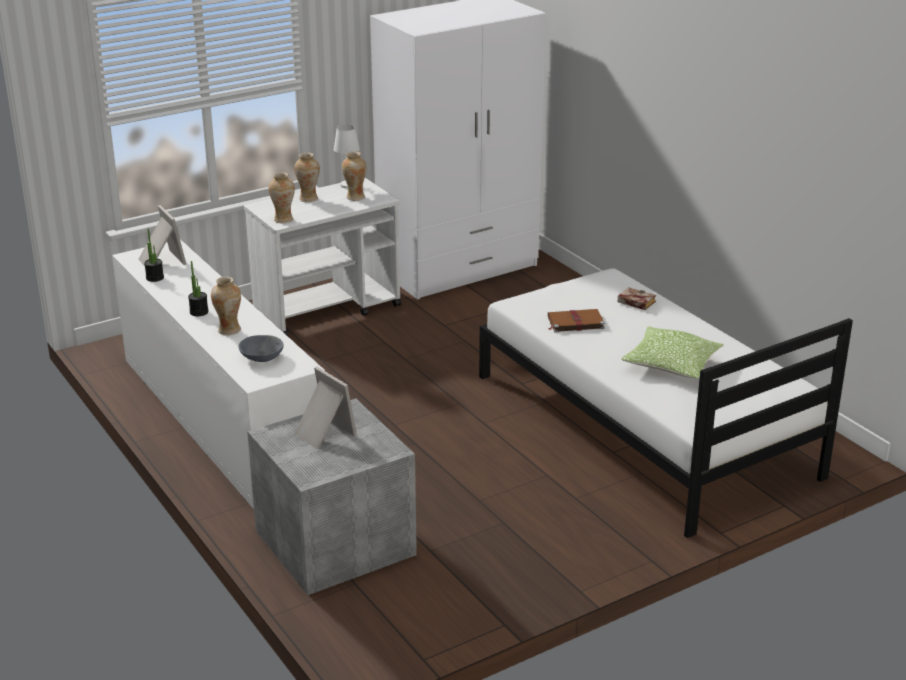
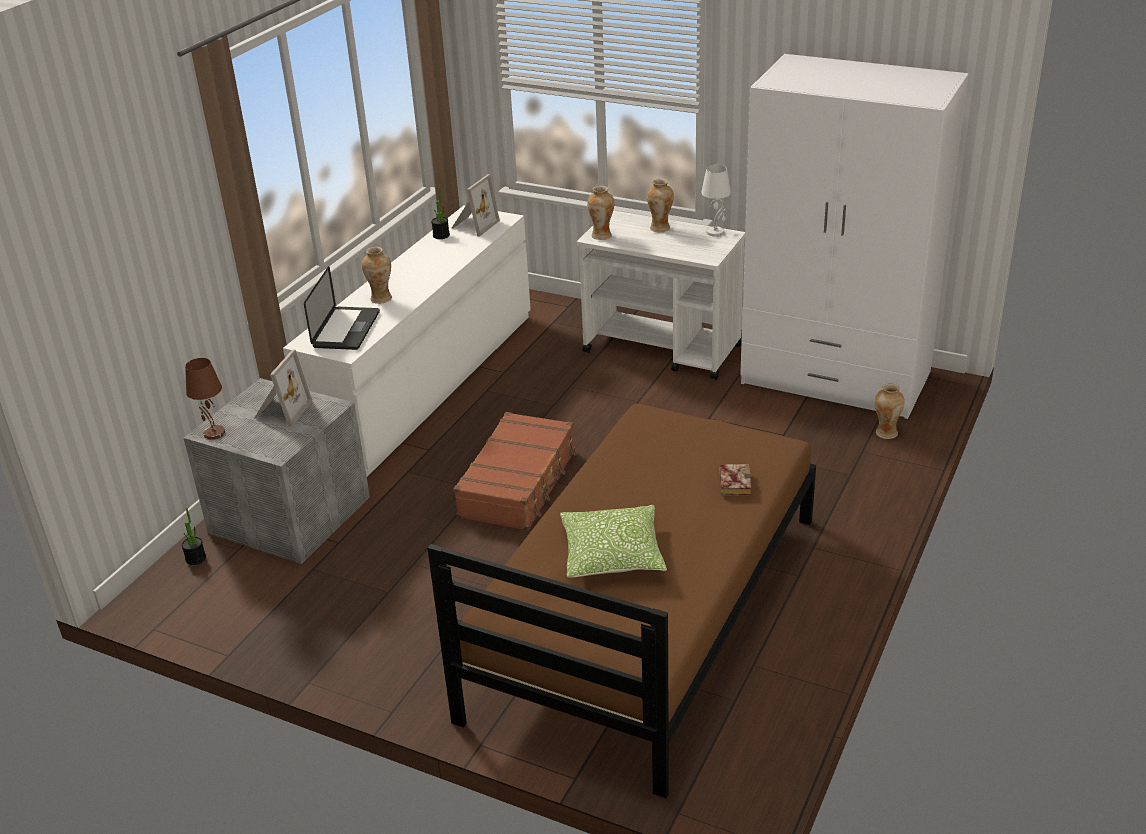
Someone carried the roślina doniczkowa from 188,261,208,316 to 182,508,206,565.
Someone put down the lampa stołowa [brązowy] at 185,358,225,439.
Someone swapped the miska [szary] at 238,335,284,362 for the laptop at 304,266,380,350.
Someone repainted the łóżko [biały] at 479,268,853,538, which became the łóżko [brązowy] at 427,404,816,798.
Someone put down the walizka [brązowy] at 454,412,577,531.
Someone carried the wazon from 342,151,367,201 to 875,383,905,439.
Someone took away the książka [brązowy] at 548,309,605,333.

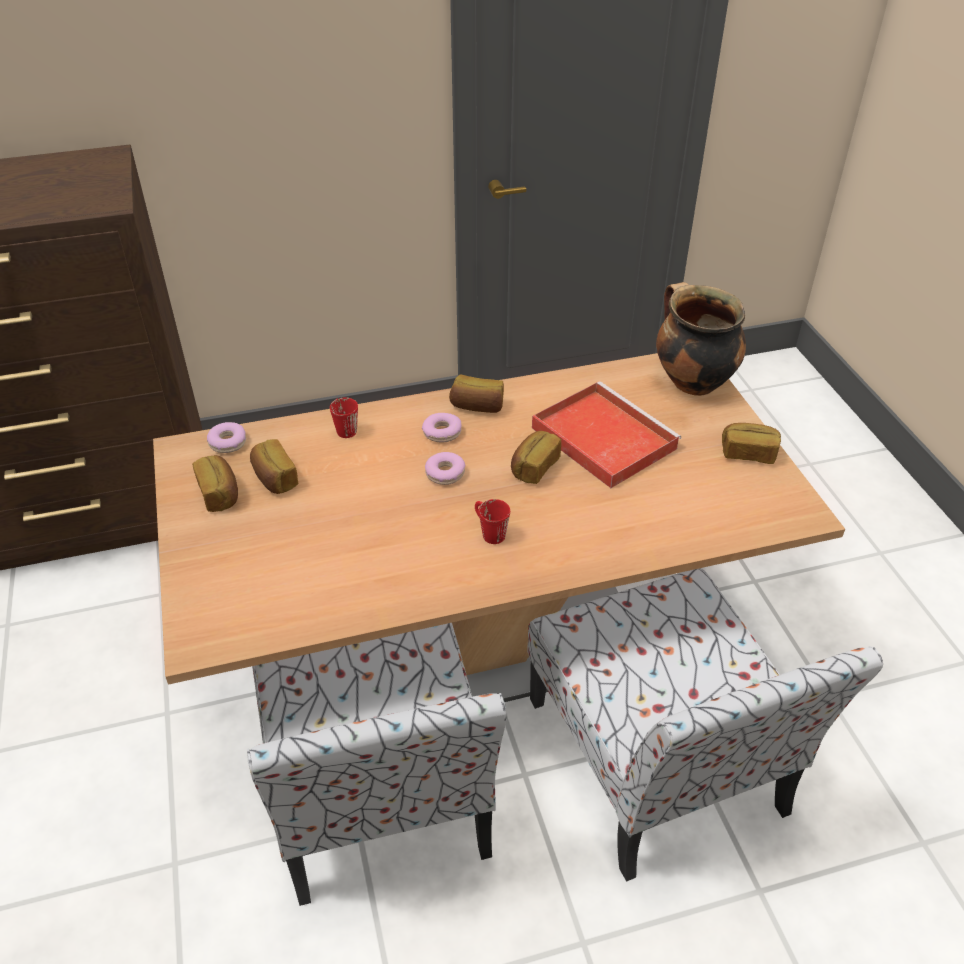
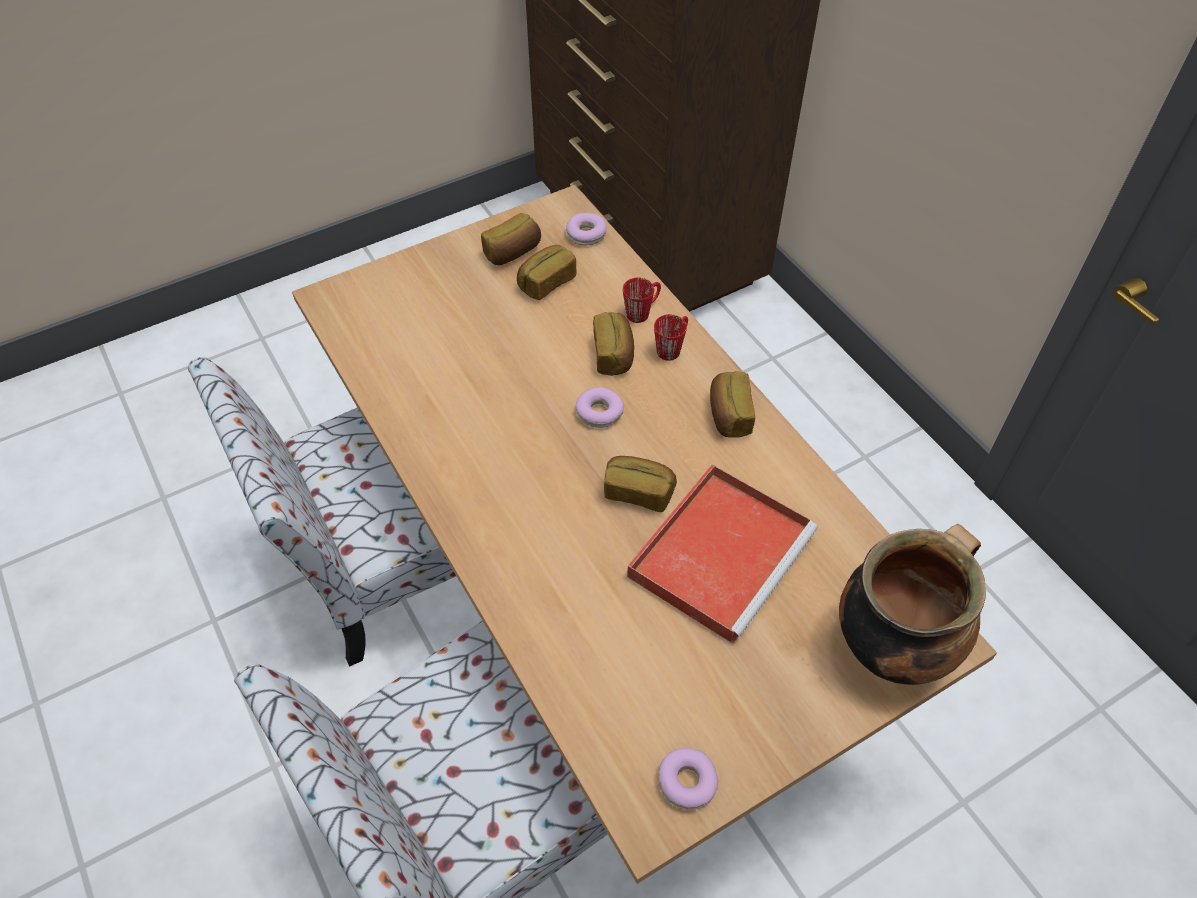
Someone carried the chleb from 722,423,781,464 to 593,312,634,376.
Someone carried the kubek [czerwony] from 475,499,510,544 to 654,314,688,361.
Someone carried the donut from 422,413,462,443 to 659,748,718,810.

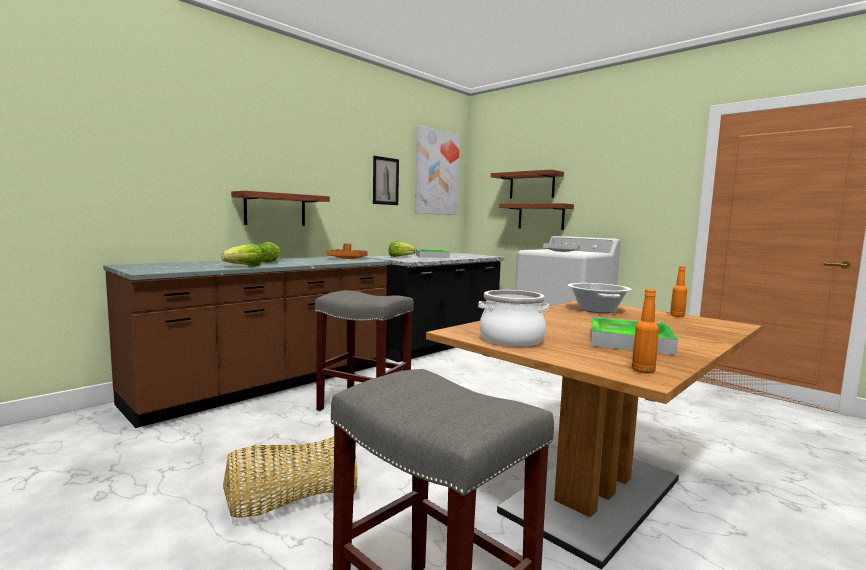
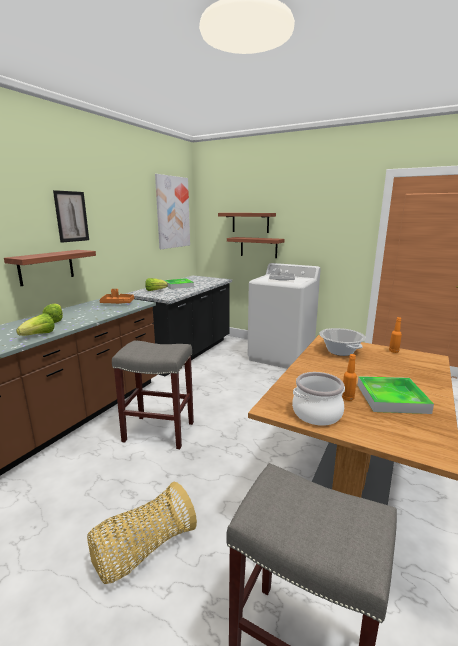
Someone carried the obraz from 373,156,399,205 to 53,190,89,243.
Someone carried the butelka [pomarańczowy] from 632,289,659,373 to 342,354,357,401.

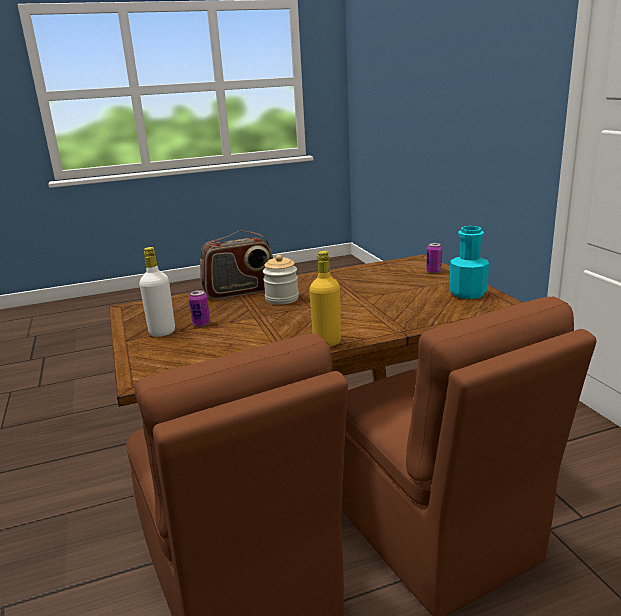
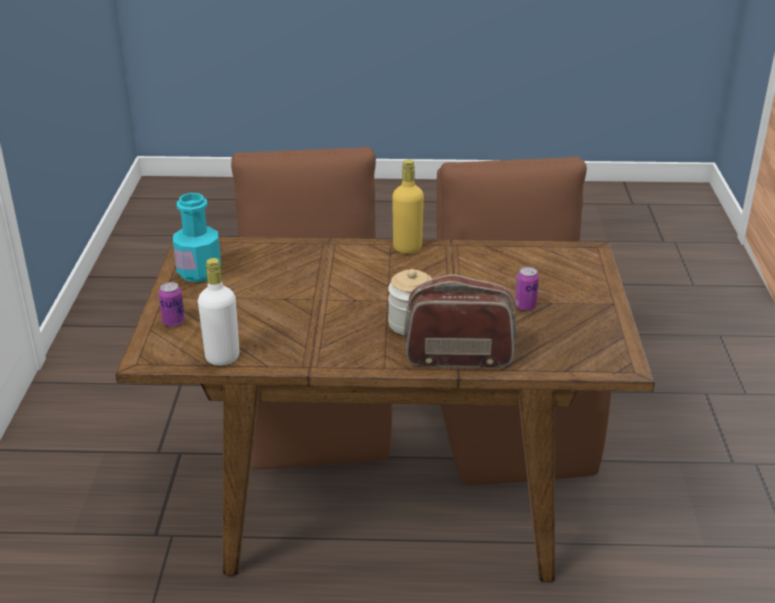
Someone carried the butelka [biały] from 139,247,175,337 to 198,258,240,366.

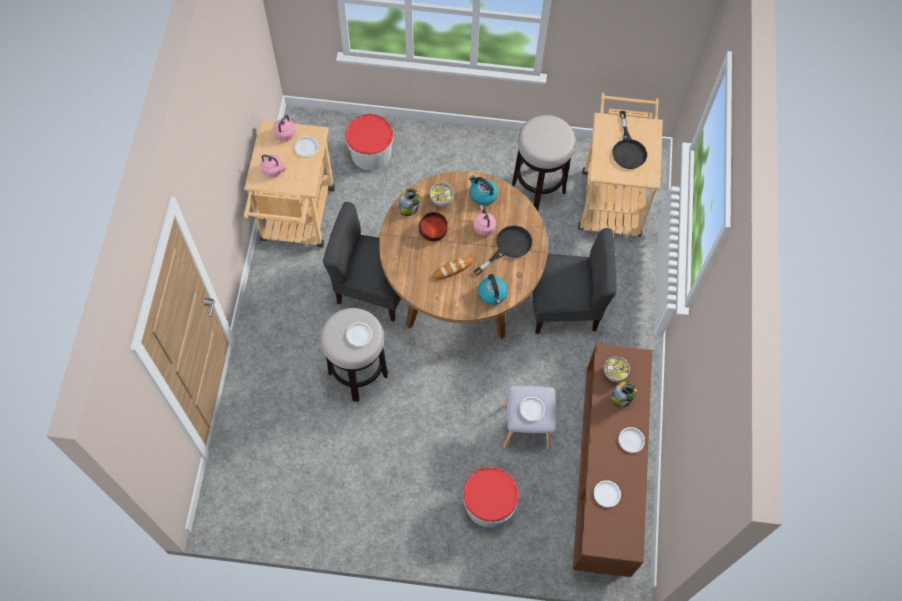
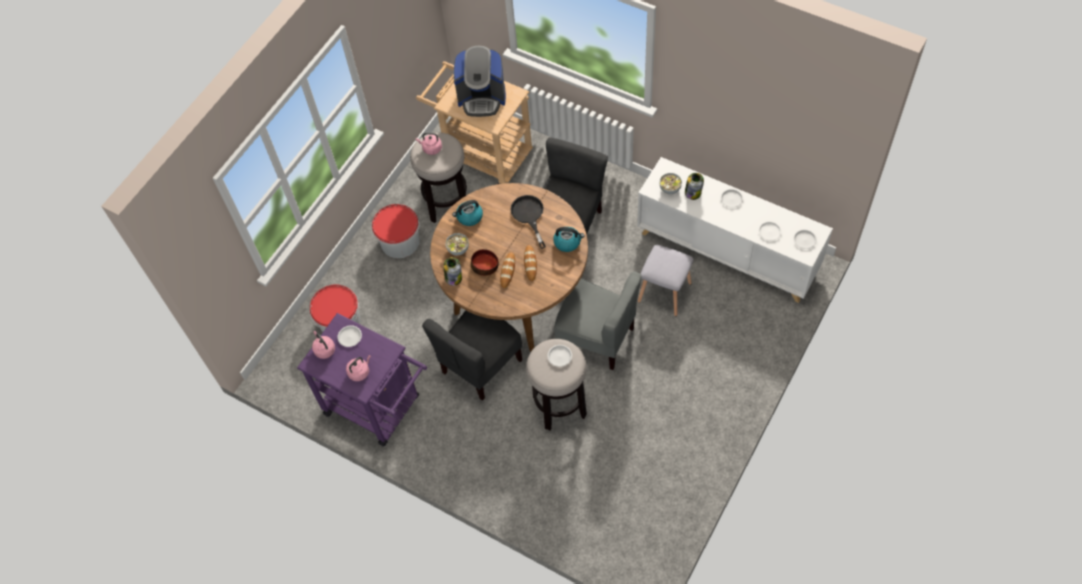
Someone repainted the wózek [beżowy] at 244,120,335,248, which became the wózek [fioletowy] at 297,313,427,446.
Someone carried the wiadro from 463,467,519,527 to 372,204,420,258.
Someone carried the czajnik [różowy] from 473,205,496,236 to 416,133,442,155.
Someone swapped the patelnia [czarny] at 612,111,647,169 for the ekspres do kawy at 454,46,506,117.
Someone put down the chleb at 500,252,515,288.
Someone put down the krzesło [szary] at 554,272,642,370.
Someone repainted the szafka [brązowy] at 573,344,652,577, which became the szafka [biały] at 637,157,833,303.
Someone carried the talerz [biały] from 519,397,545,421 to 793,229,817,249.

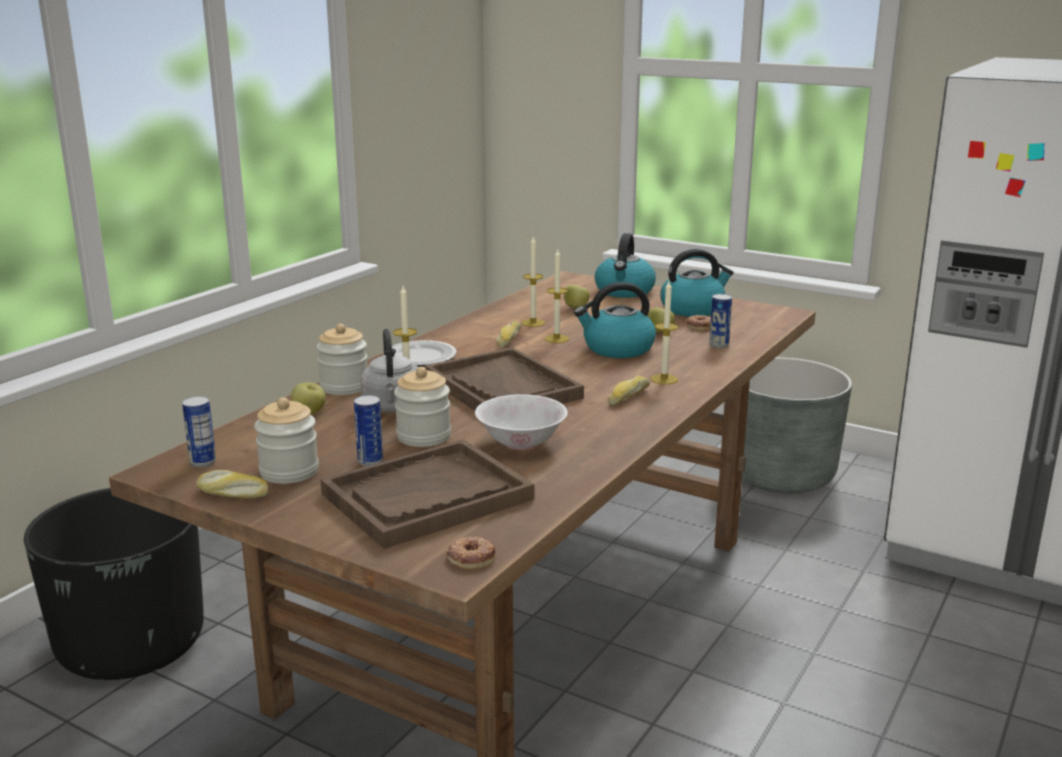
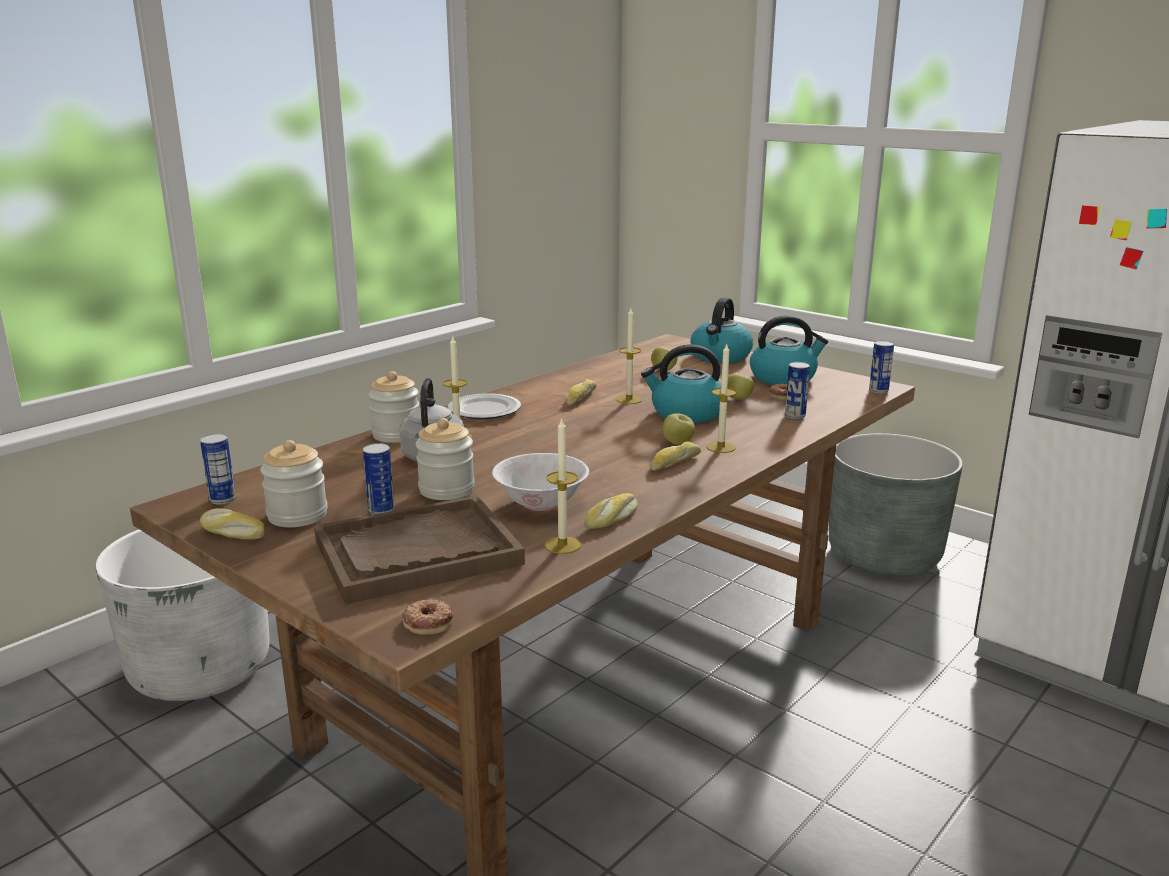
Someone repainted the donica [czarny] at 24,488,204,680, which became the donica [biały] at 96,529,270,701.
Someone carried the świeca from 521,237,545,327 to 545,417,581,554.
Someone put down the chleb at 584,493,638,529.
Someone carried the jabłko from 291,382,326,415 to 662,413,695,445.
Someone put down the puszka at 869,341,894,394.
Someone took away the taca [brązowy] at 425,347,584,411.

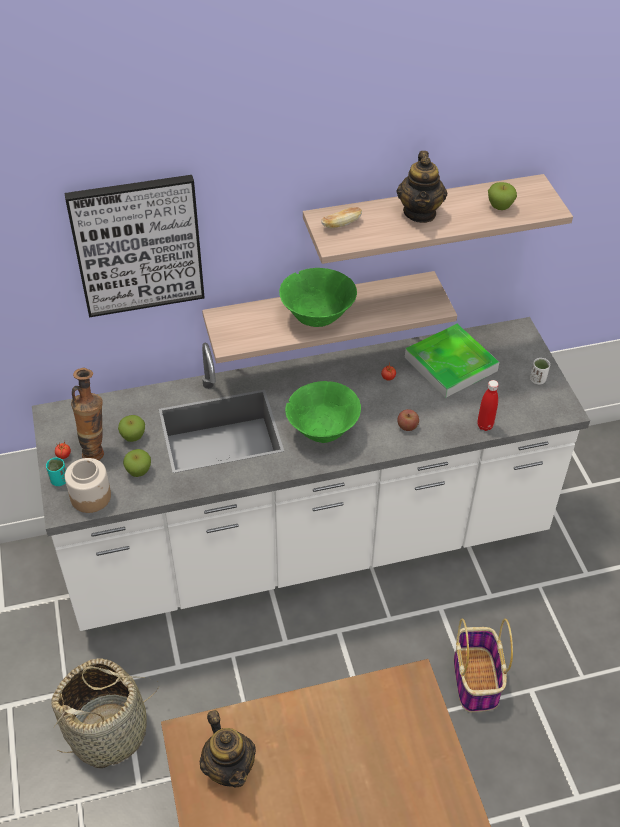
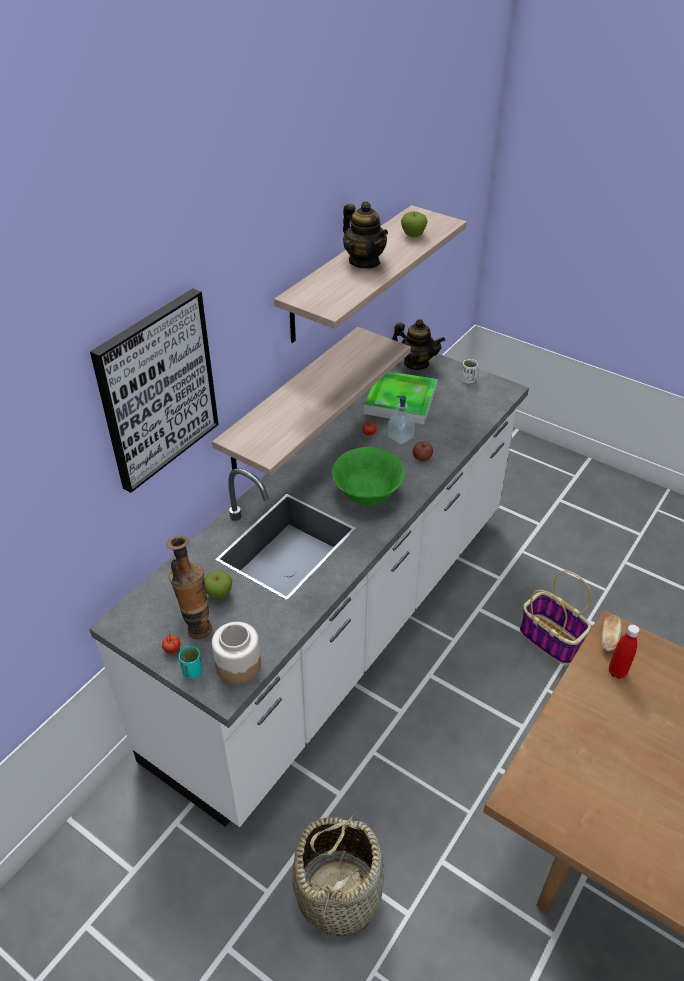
Someone put down the dozownik mydła at 388,396,415,444.
Someone carried the imbryk from 200,710,256,787 to 392,319,445,370.
Someone carried the chleb from 321,207,362,228 to 601,615,621,651.
Someone carried the butelka [czerwony] from 477,380,499,431 to 609,624,640,679.
Someone took away the jabłko at 123,449,151,477.
Someone took away the miska [zielony] at 279,268,357,327.

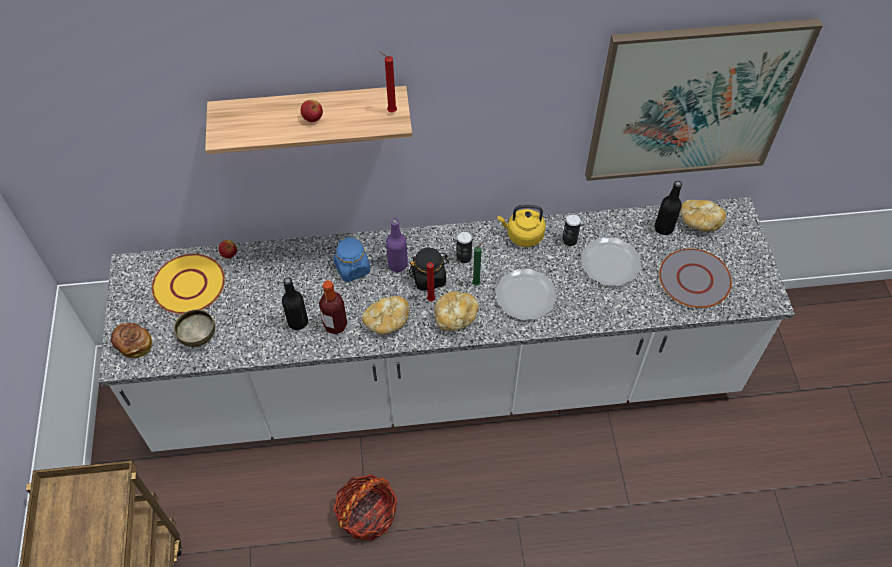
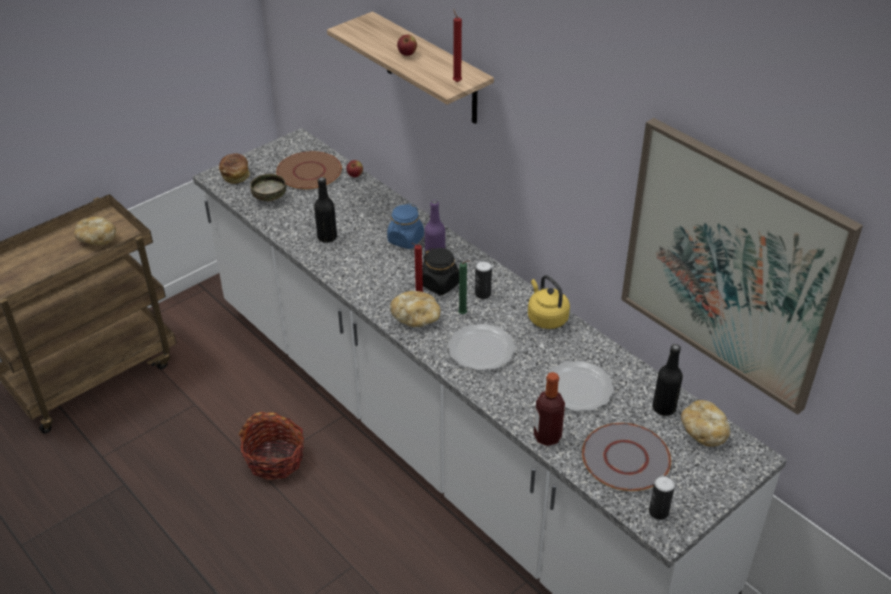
Someone carried the chleb from 362,296,410,335 to 74,217,116,245.
Someone repainted the talerz [żółty] at 152,254,225,314, which became the talerz [brązowy] at 276,151,342,190.
Someone carried the butelka from 319,280,347,335 to 534,372,565,446.
Someone carried the puszka from 562,214,581,246 to 649,475,675,520.

